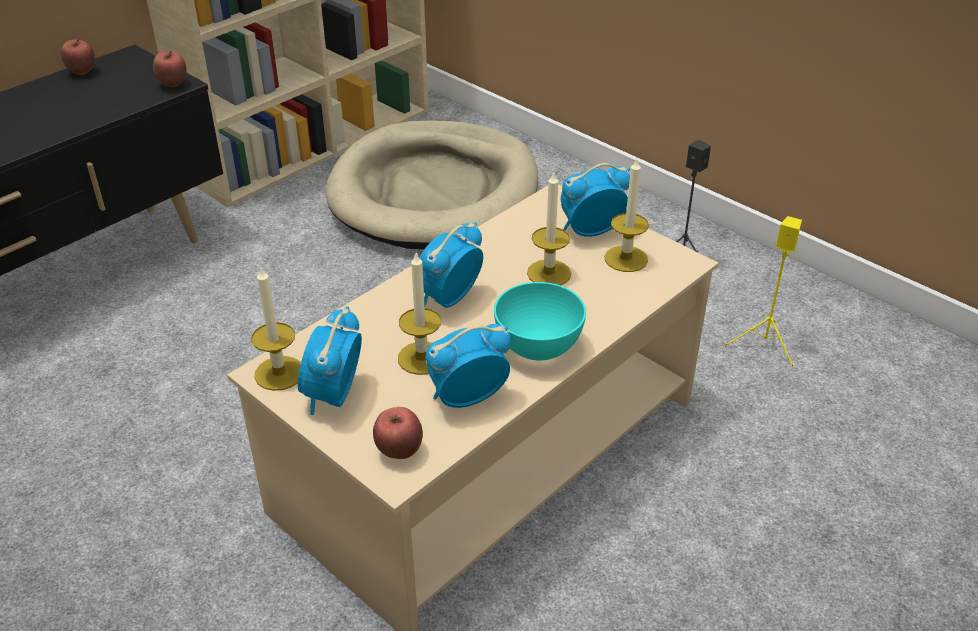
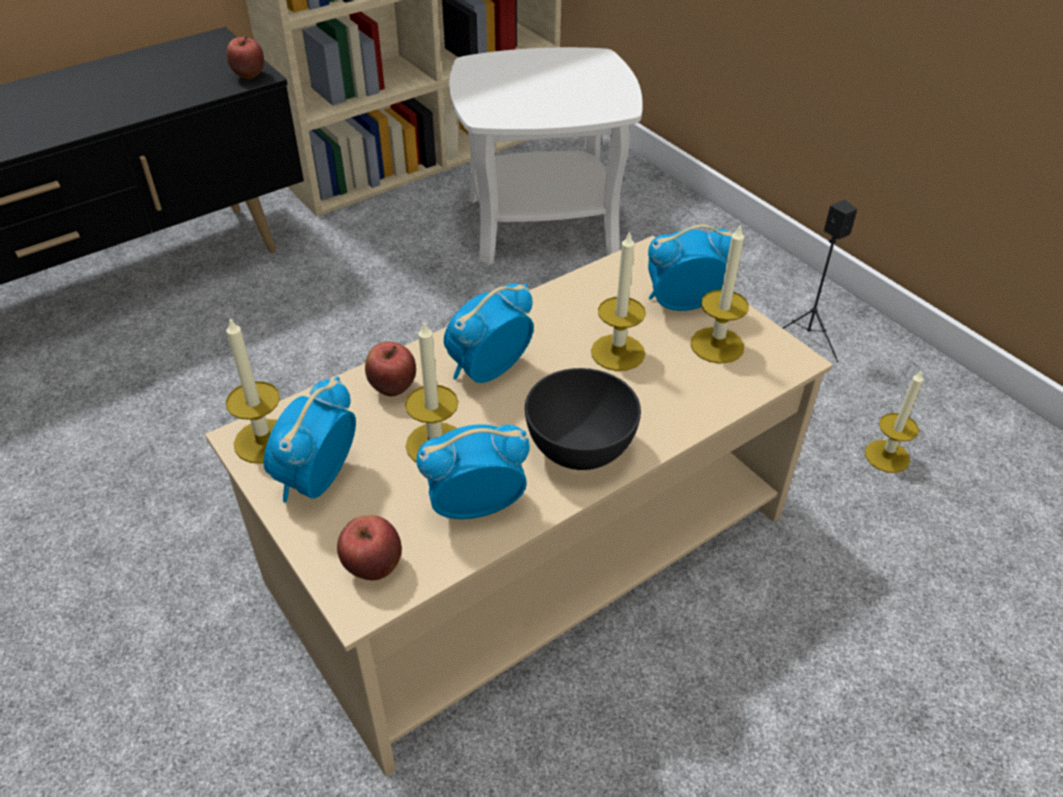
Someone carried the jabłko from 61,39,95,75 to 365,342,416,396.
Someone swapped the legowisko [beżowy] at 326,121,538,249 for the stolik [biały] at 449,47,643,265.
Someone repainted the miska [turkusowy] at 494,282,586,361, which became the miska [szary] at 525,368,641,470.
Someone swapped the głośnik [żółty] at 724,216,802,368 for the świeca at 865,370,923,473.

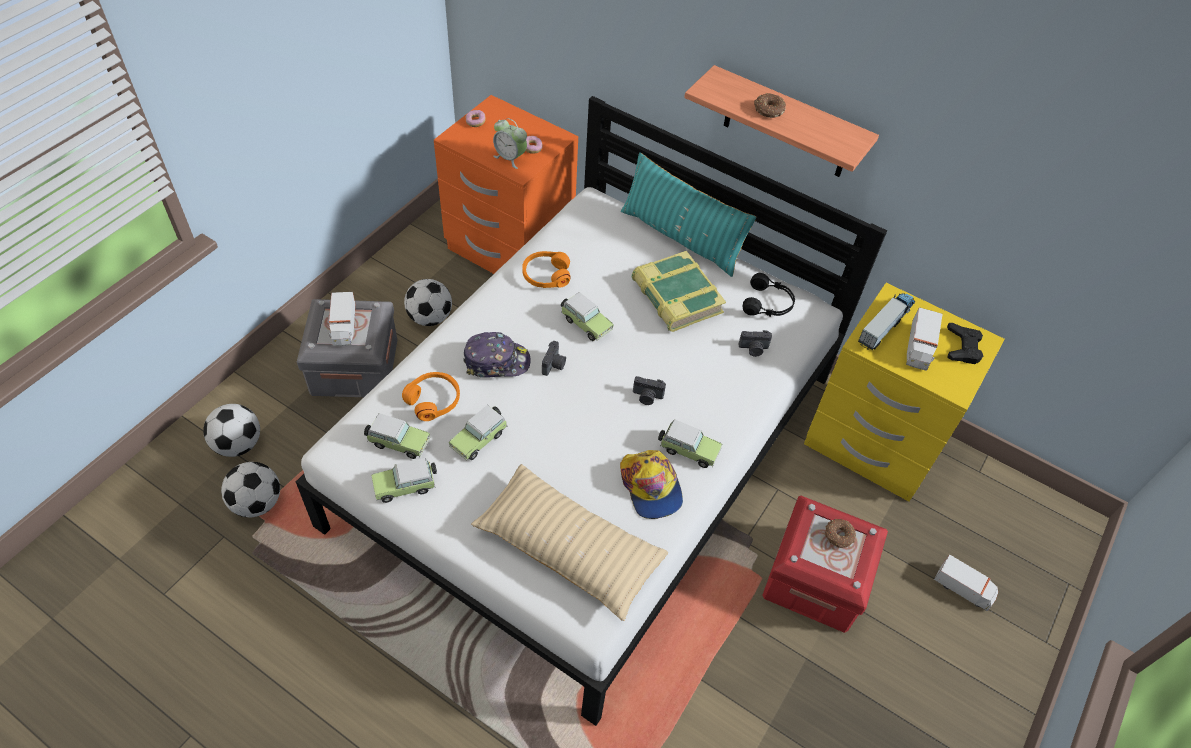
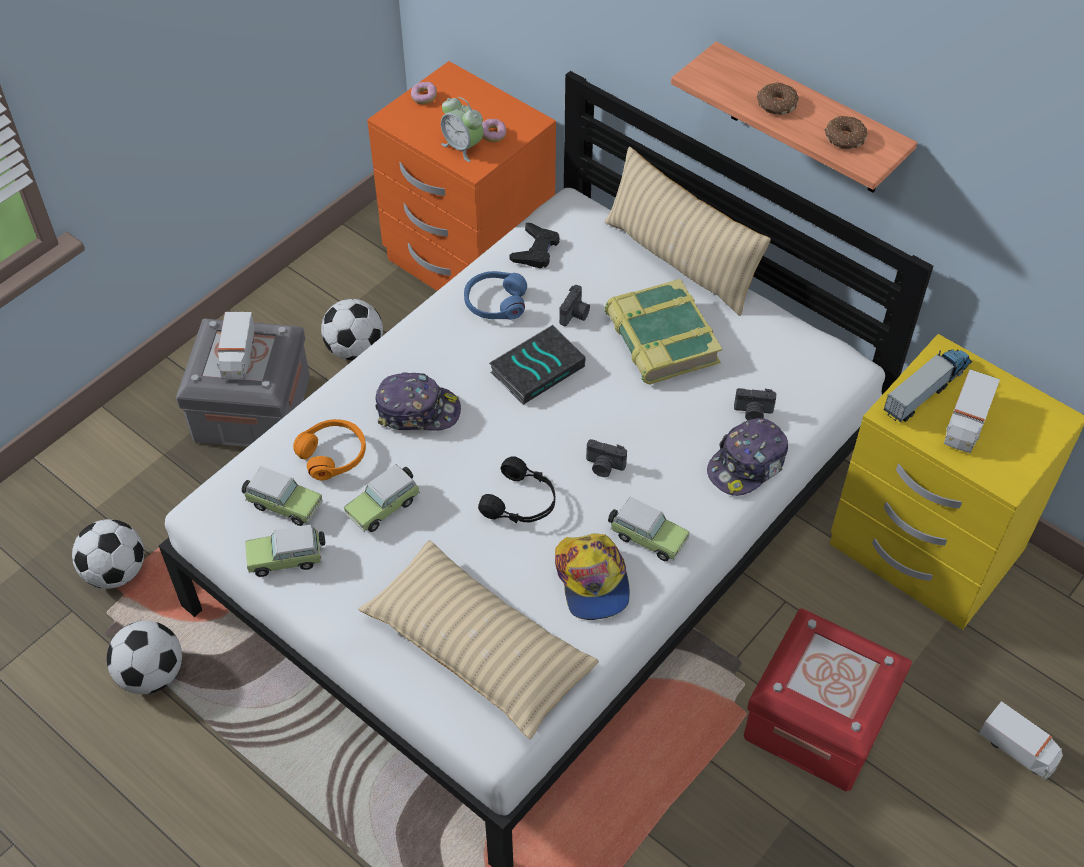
Someone carried the piłka futbolowa from 203,404,260,457 to 107,621,182,694.
Someone repainted the słuchawki [pomarańczowy] at 522,251,571,288, which became the słuchawki [niebieski] at 464,271,527,319.
Someone carried the słuchawki [czarny] from 743,273,795,317 to 478,456,555,523.
Someone swapped the samochodzik at 561,292,614,341 for the książka at 489,325,586,405.
Someone carried the pad do gier [czarny] from 947,323,983,364 to 509,223,560,268.
Someone carried the aparat fotograficzny from 542,341,566,376 to 559,285,590,326.
Someone repainted the poduszka [turkusowy] at 621,153,757,277, which became the poduszka [beżowy] at 605,147,771,316.
Someone put down the czapka z daszkiem at 707,418,788,496.
Someone carried the donut from 825,519,856,548 to 825,116,867,149.

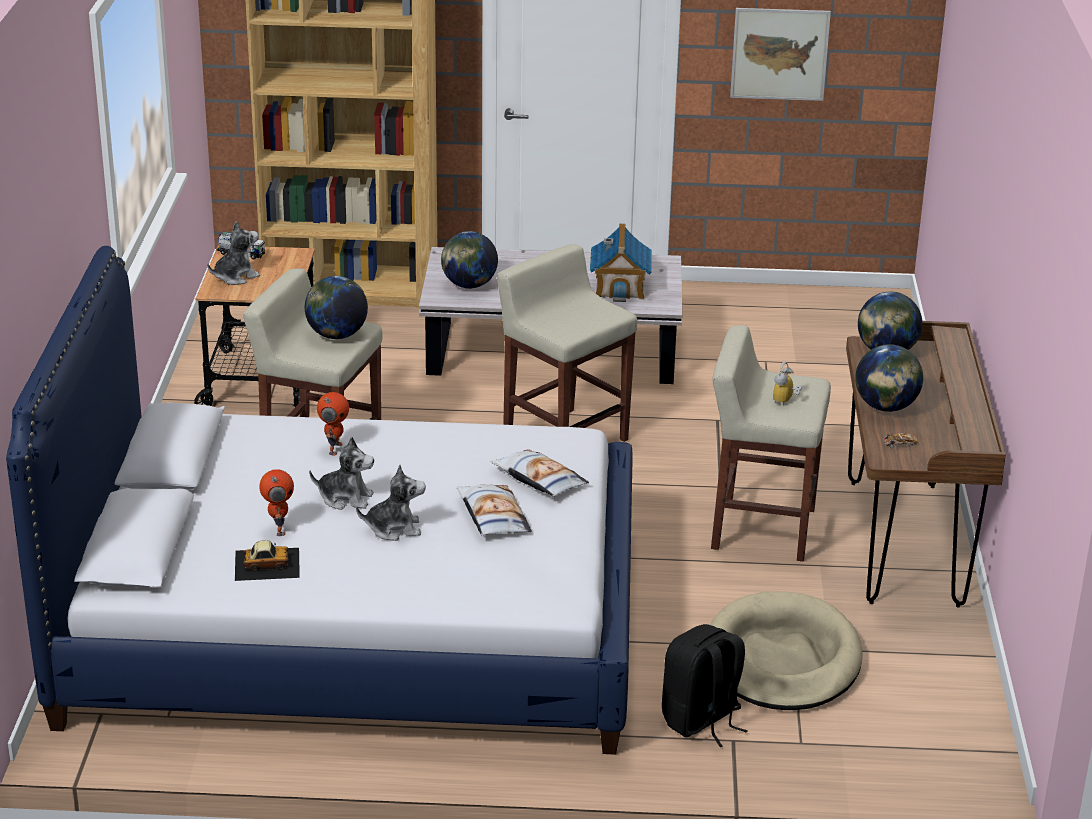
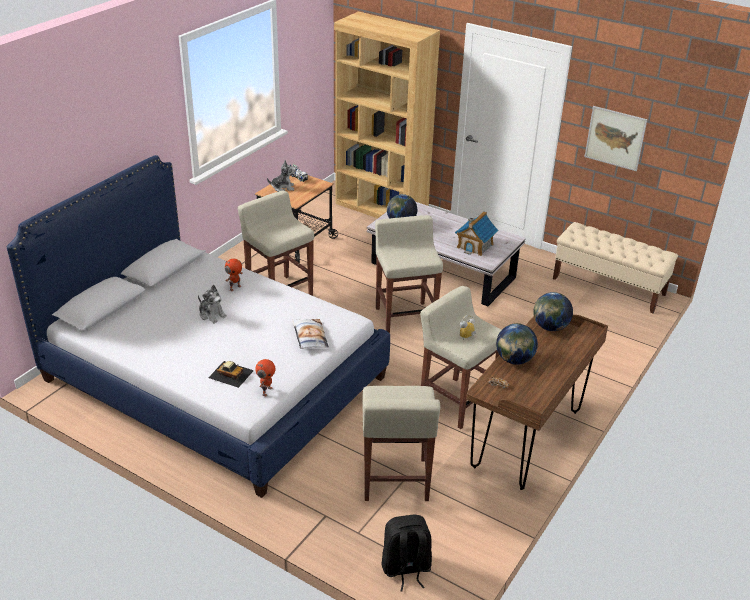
Someone carried the samochodzik from 235,540,300,581 to 208,361,254,388.
Someone carried the robot zabawkowy from 259,469,294,536 to 255,359,275,397.
Someone swapped the legowisko [beżowy] at 710,591,862,710 for the stołek [beżowy] at 363,386,440,501.
Someone carried the plecak [czarny] from 662,624,748,747 to 381,515,432,591.
Someone put down the ławka [beżowy] at 553,222,678,313.
Someone took away the globus at 305,276,368,339.
Someone took away the pluszak at 356,465,426,541.
Someone took away the poduszka at 457,484,532,535.

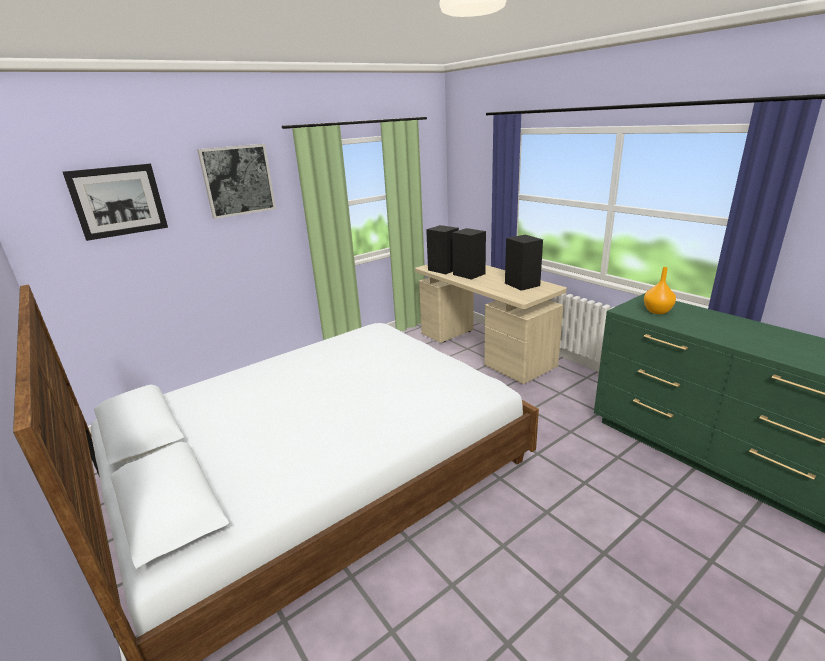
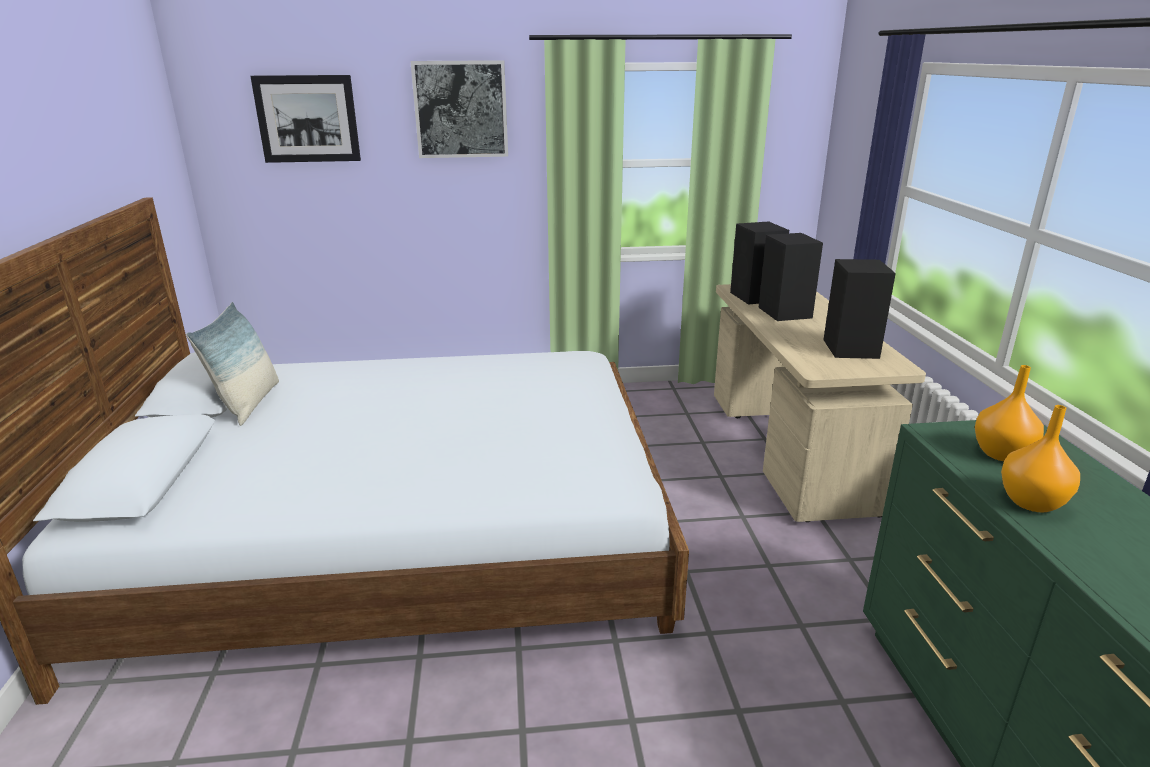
Someone put down the poduszka at 186,302,279,426.
Someone put down the wazon [pomarańczowy] at 1001,405,1080,513.

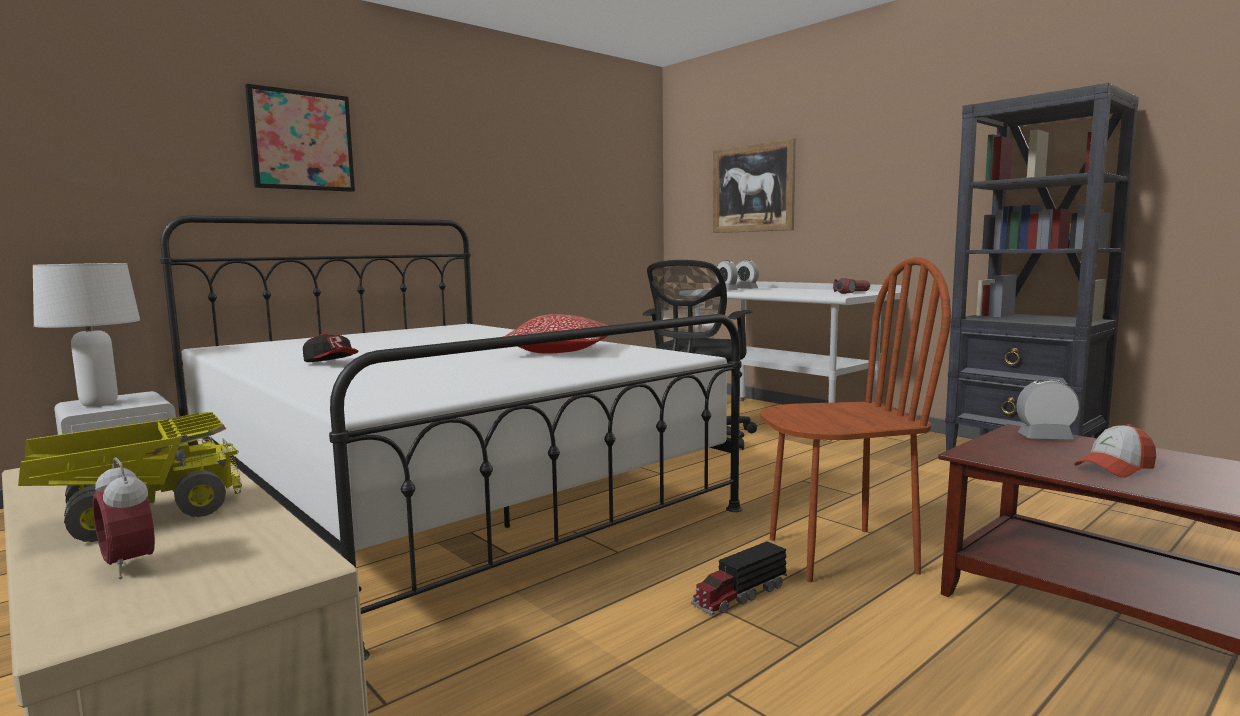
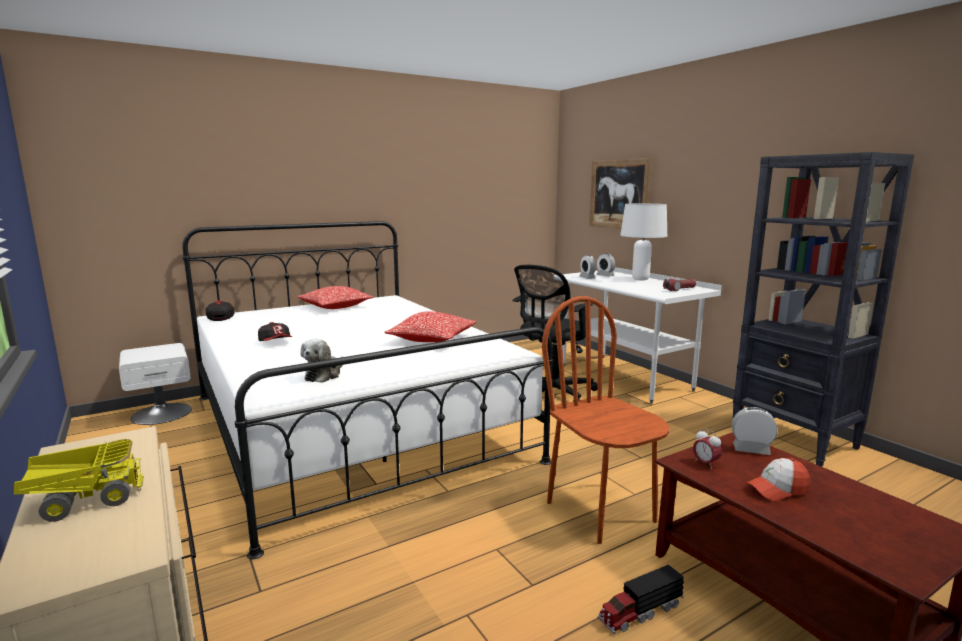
Someone put down the czapka z daszkiem at 206,301,234,321.
Someone put down the poduszka at 297,286,374,309.
Someone put down the pluszak at 300,339,343,383.
Someone rotated the krzesło [brązowy] at 759,257,951,582 by 120 degrees counterclockwise.
Someone carried the ciężarówka zabawkowa from 691,541,787,615 to 598,564,684,634.
Someone carried the lampa stołowa [biały] from 33,263,140,407 to 620,204,667,280.
Someone carried the budzik from 93,457,155,579 to 693,428,722,469.
Someone took away the obraz at 245,84,355,192.

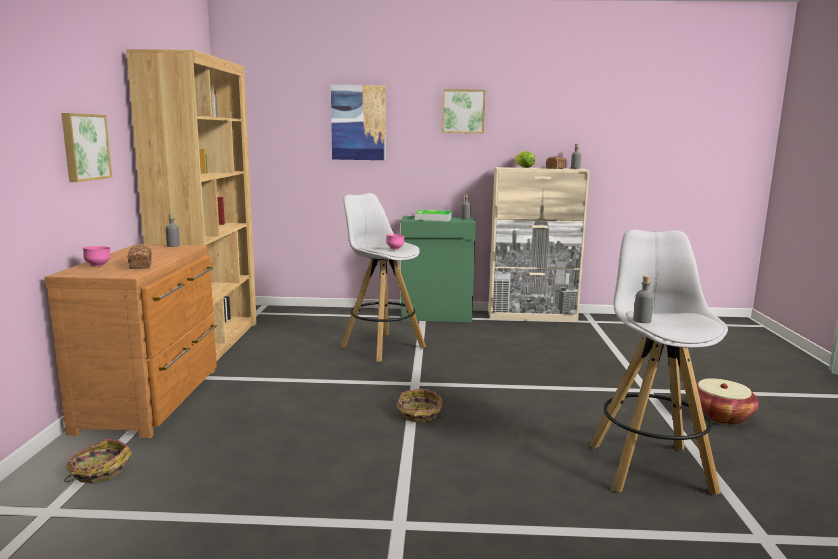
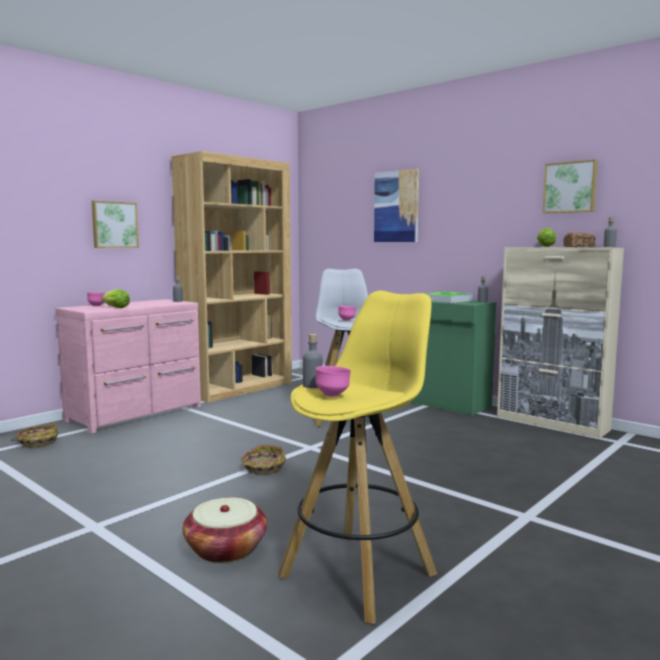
Someone repainted the komoda [brązowy] at 44,244,217,438, which became the komoda [różowy] at 55,299,201,433.
Someone swapped the chleb at 128,245,152,269 for the sałata at 101,289,130,308.
Someone carried the koszyk from 696,378,759,425 to 183,497,267,563.
Someone repainted the stołek [biały] at 590,229,728,495, which became the stołek [żółty] at 278,291,437,624.
Someone put down the miska [różowy] at 315,366,351,397.
Someone carried the obraz from 442,89,485,133 to 543,159,598,213.

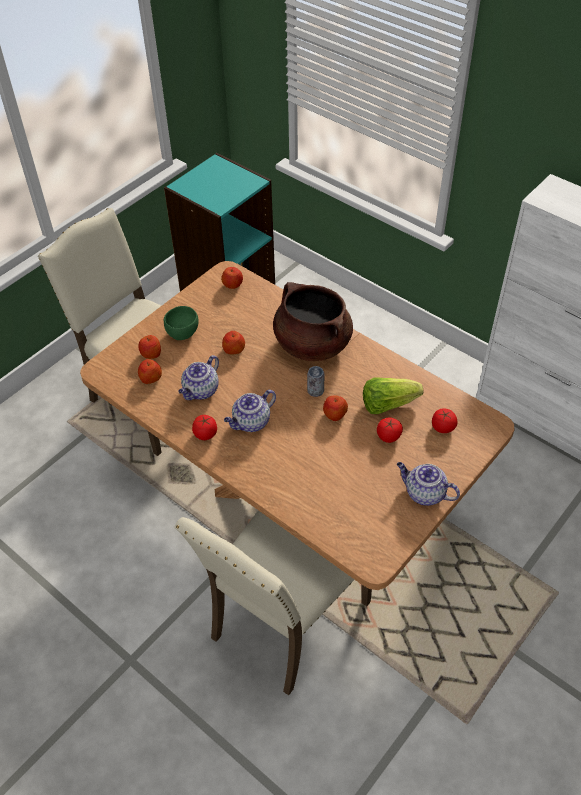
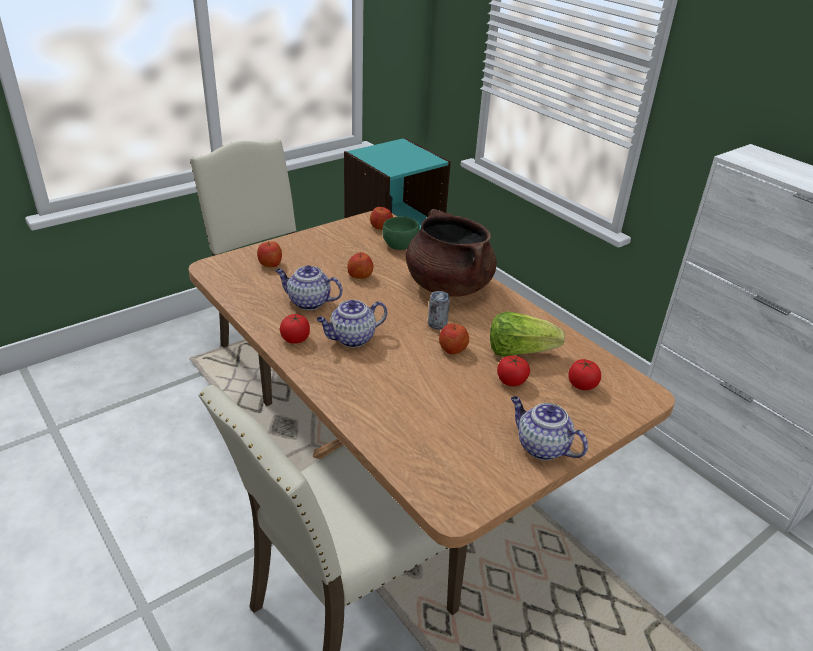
Someone rotated the imbryk at 178,355,219,400 by 60 degrees clockwise.
Someone carried the miska [zielony] from 164,306,199,340 to 382,216,420,250.
Someone took away the jabłko at 138,359,162,384.

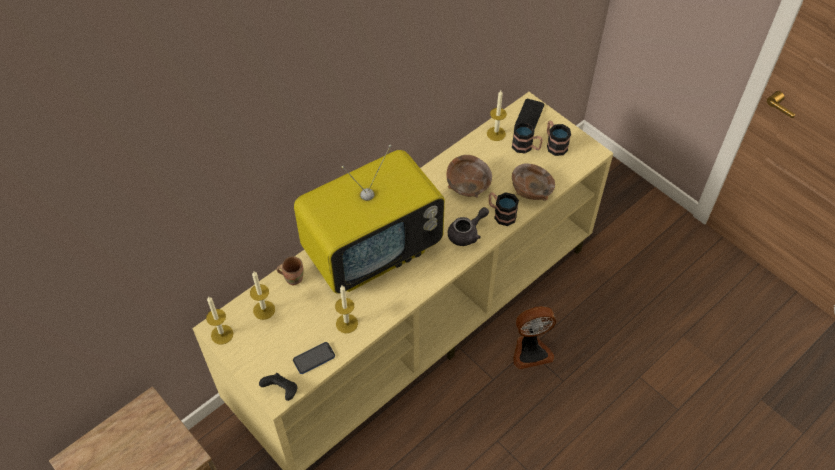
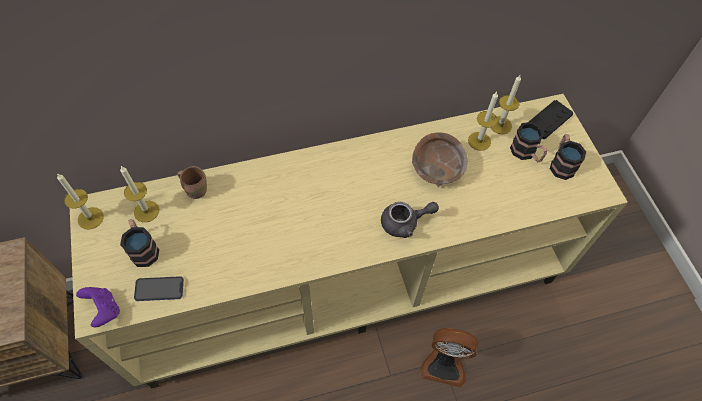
Someone repainted the pad do gier [czarny] at 259,373,298,401, which became the pad do gier [fioletowy] at 76,287,120,327.
Someone carried the kubek from 489,192,519,226 to 120,219,159,267.
Someone carried the świeca from 335,285,358,333 to 468,92,498,151.
Someone took away the telewizor at 294,145,445,294.
Someone took away the miska [brązowy] at 512,163,555,201.

